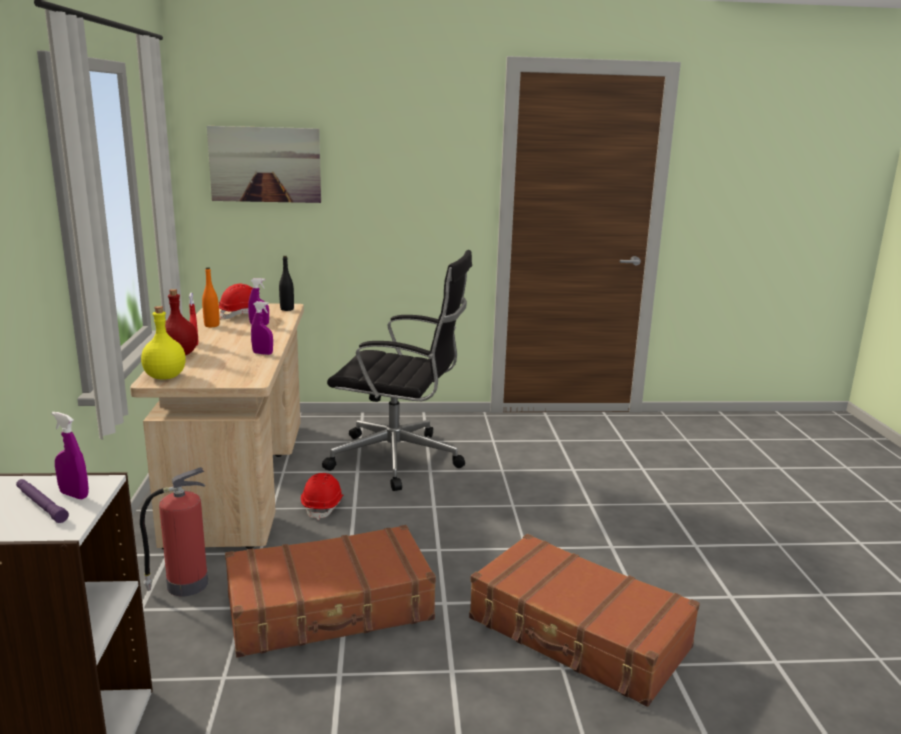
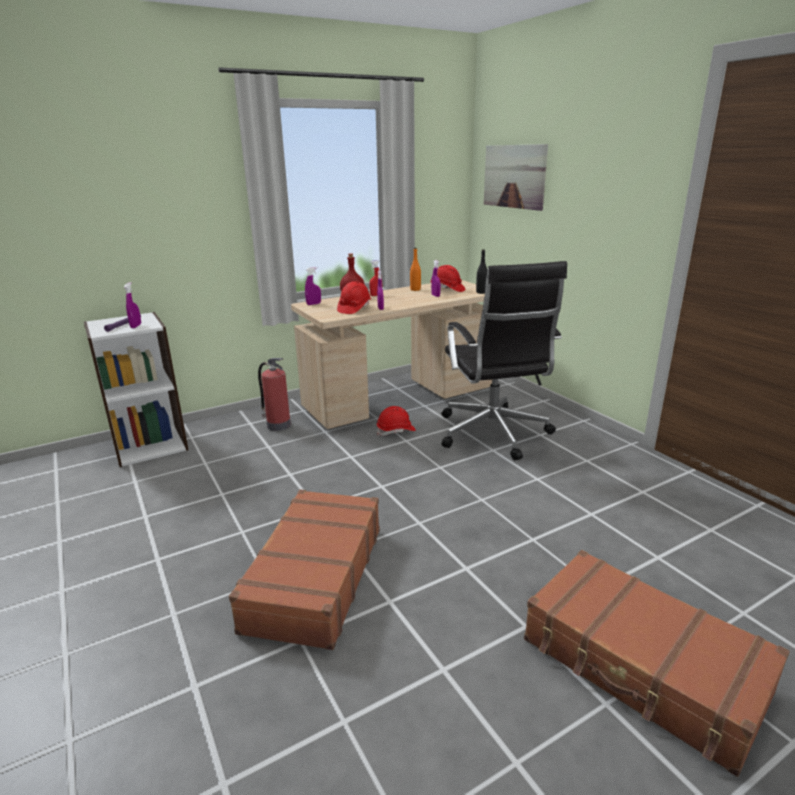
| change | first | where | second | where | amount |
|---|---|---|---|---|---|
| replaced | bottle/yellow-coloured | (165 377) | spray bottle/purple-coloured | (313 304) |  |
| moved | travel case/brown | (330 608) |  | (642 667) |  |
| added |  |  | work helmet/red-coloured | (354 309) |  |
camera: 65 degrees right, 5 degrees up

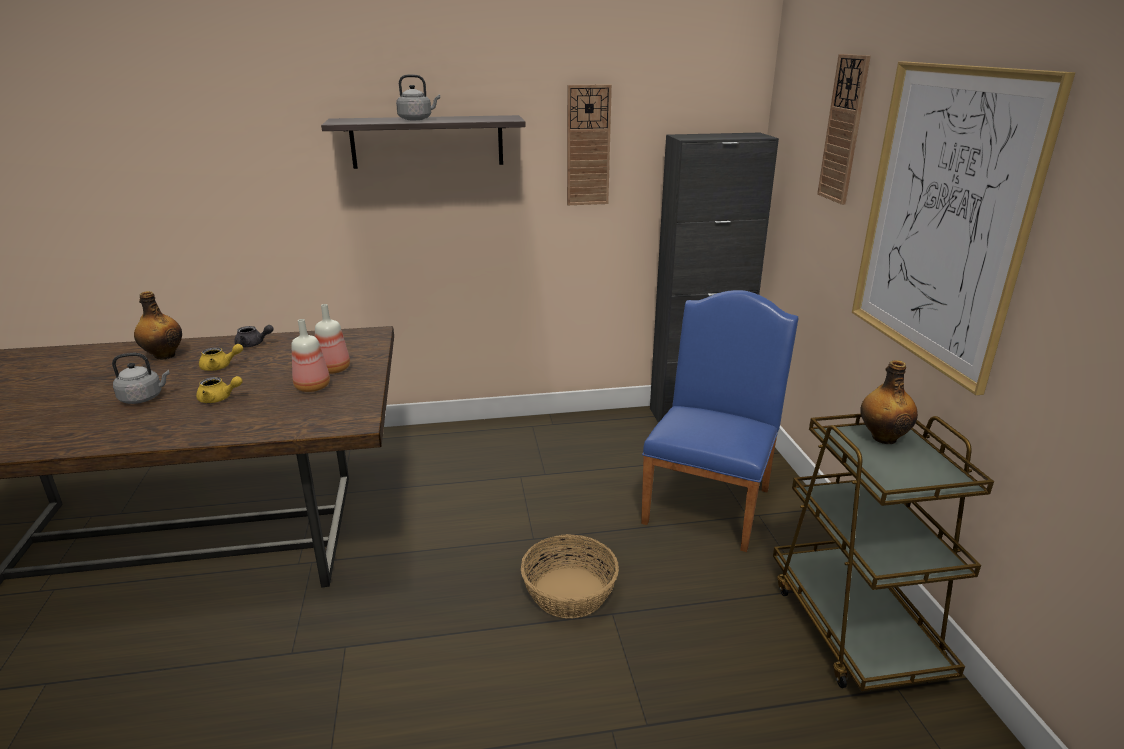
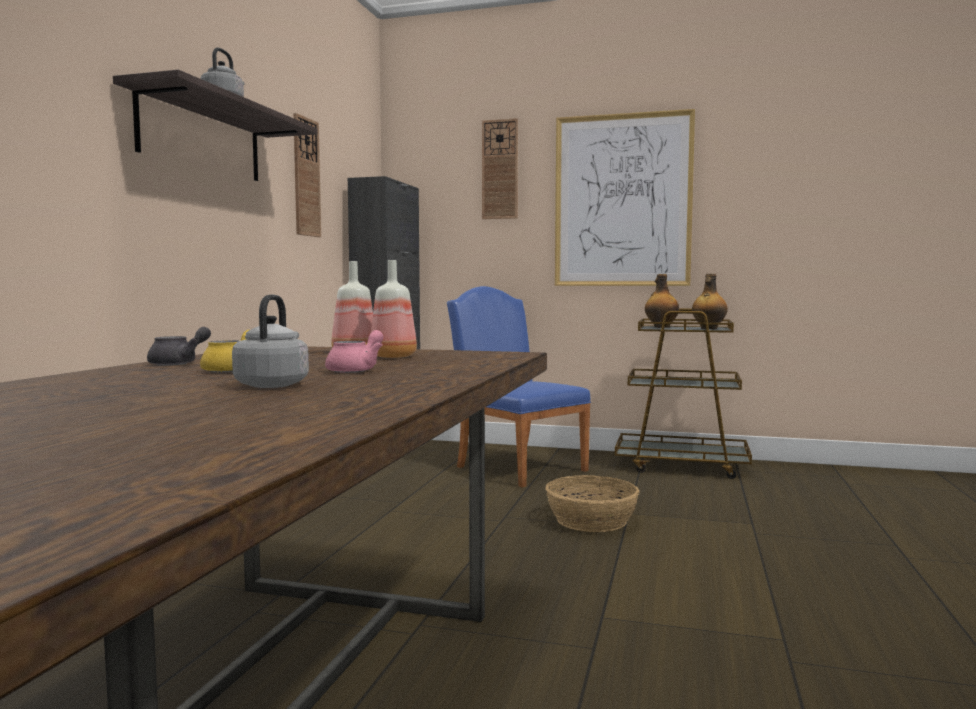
| change | first | where | second | where | amount |
|---|---|---|---|---|---|
| moved | bottle | (164 355) |  | (708 328) |  |
| recoloured | pot for tea/yellow-coloured | (219 399) | pot for tea/pink-coloured | (357 370) |  |
camera: 65 degrees left, 20 degrees down

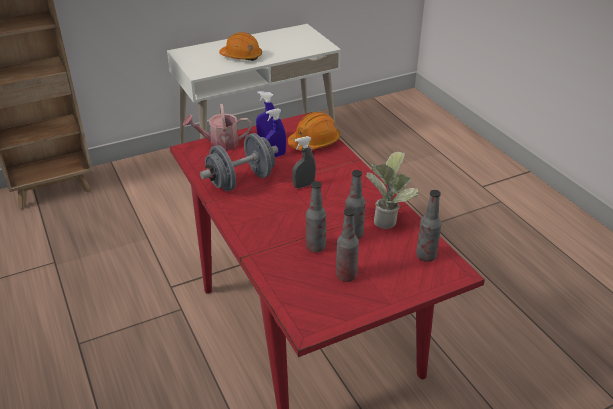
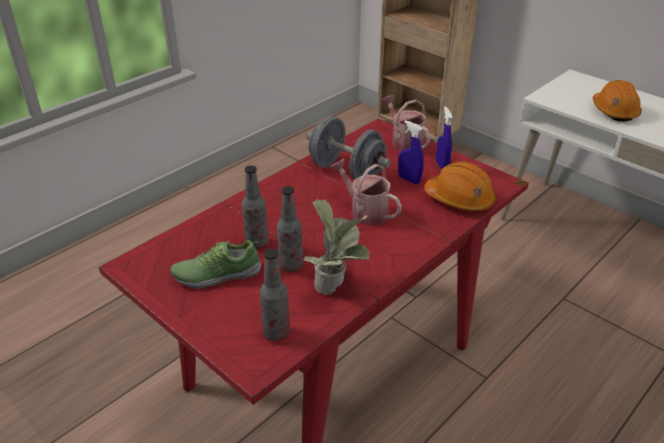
| change | first | where | second | where | amount |
|---|---|---|---|---|---|
| replaced | spray bottle/gray | (304 185) | sprinkling can | (365 211) |  |
| replaced | bottle | (346 276) | shoe | (217 274) |  |
camera: 70 degrees right, 0 degrees up

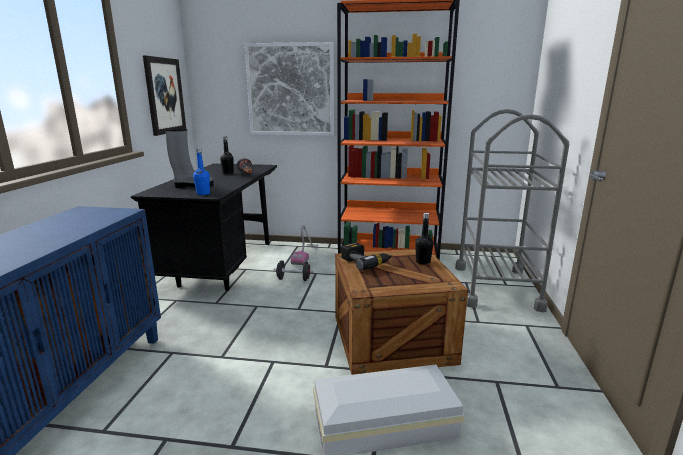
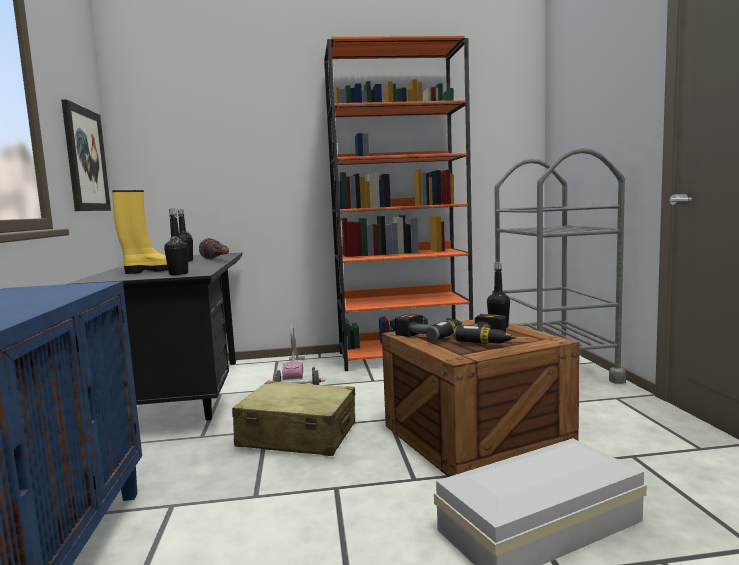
| change | first | where | second | where | amount |
|---|---|---|---|---|---|
| removed | wall picture | (290 90) |  |  |  |
| recoloured | high-top boot/gray | (193 186) | high-top boot/yellow-coloured | (151 271) |  |
| recoloured | bottle/bluish | (203 193) | bottle/blackish | (178 274) |  |
| added |  |  | power drill | (491 340) |  |
| added |  |  | travel case/sand-coloured | (298 435) |  |
camera: 15 degrees left, 10 degrees down

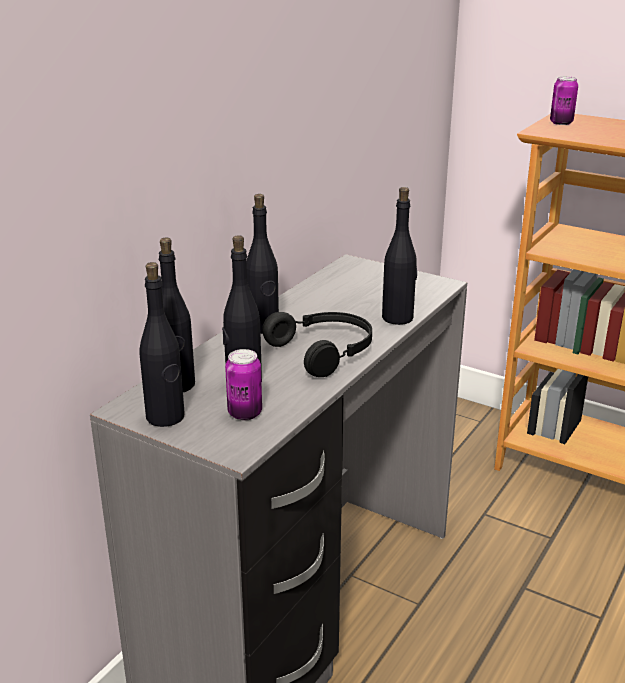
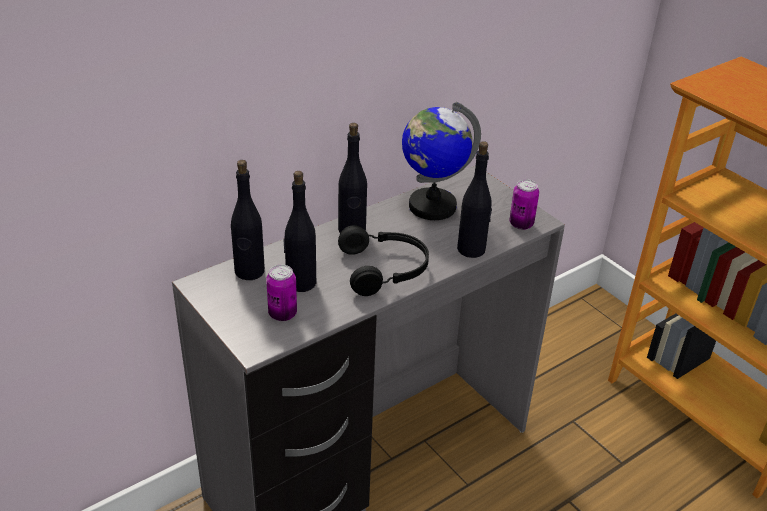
| change | first | where | second | where | amount |
|---|---|---|---|---|---|
| moved | metal can | (561 123) |  | (521 224) |  |
| removed | bottle/blackish | (165 417) |  |  |  |
| added |  |  | globe | (431 206) |  |
camera: 20 degrees right, 10 degrees up

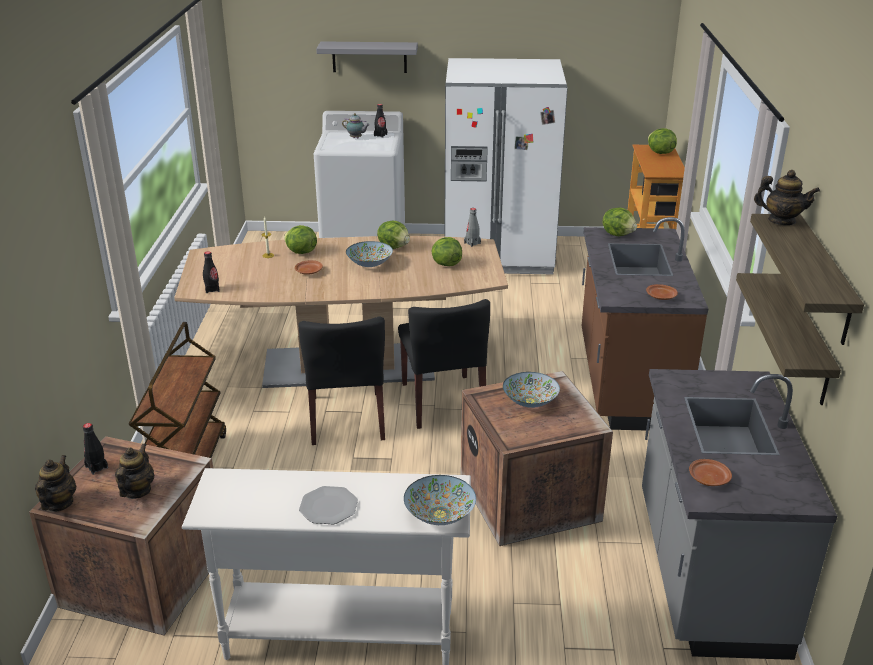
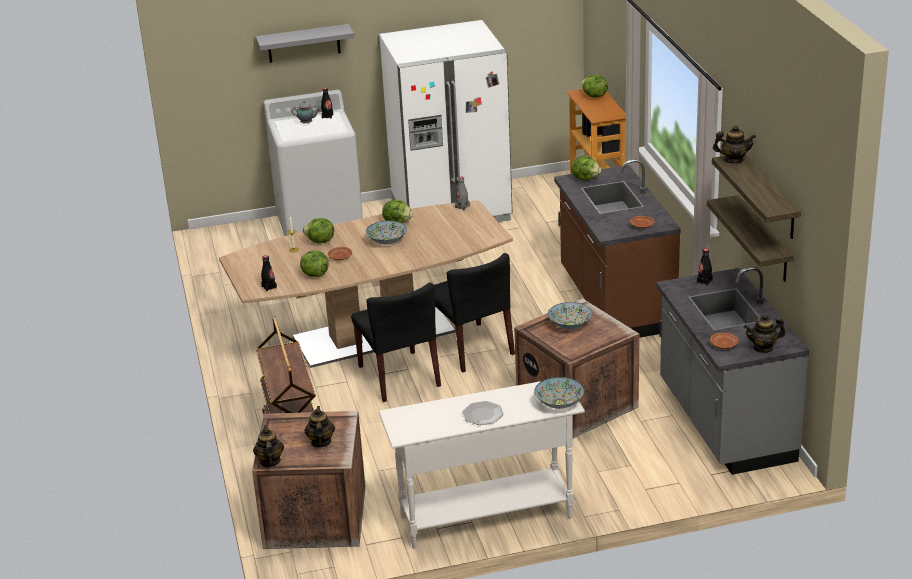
| change | first | where | second | where | amount |
|---|---|---|---|---|---|
| moved | lettuce head | (445 264) |  | (314 274) |  |
| moved | bottle/blackish | (96 467) |  | (704 282) |  |
| added |  |  | pot for tea | (763 348) |  |
camera: 15 degrees left, 0 degrees up

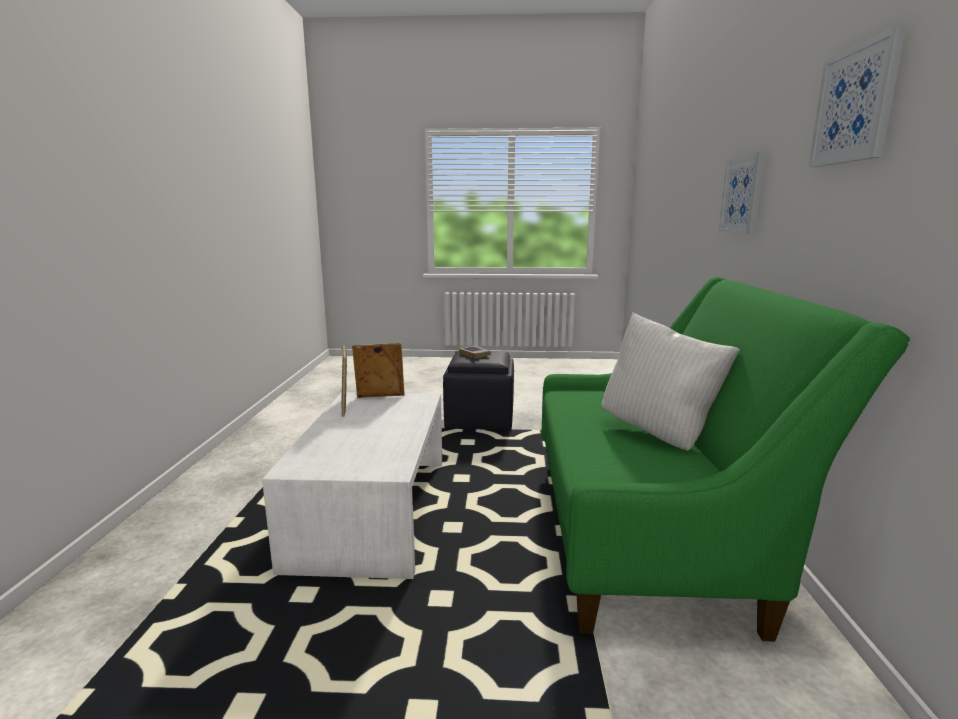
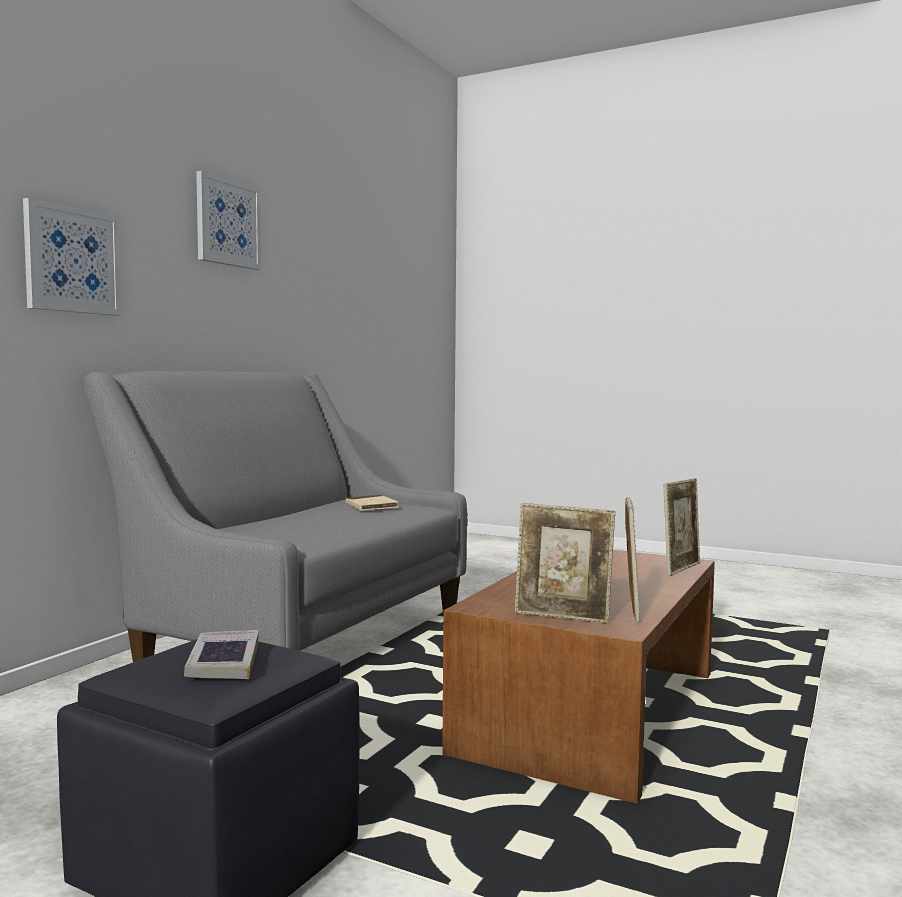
| change | first | where | second | where | amount |
|---|---|---|---|---|---|
| recoloured | sofa/greenish | (651 533) | sofa/gray | (298 637) |  |
| removed | throw pillow/white-coloured | (659 433) |  |  |  |
| recoloured | lounge table/white-coloured | (374 509) | lounge table/brown | (590 711) |  |
| added |  |  | picture frame | (681 569) |  |
| added |  |  | volume/sand-coloured | (371 507) |  |
camera: 155 degrees left, 10 degrees down

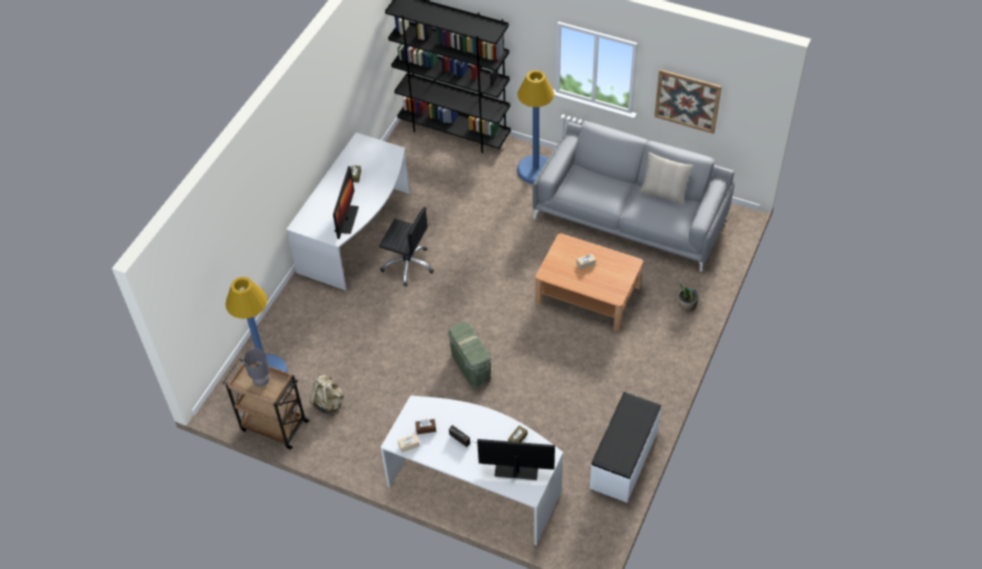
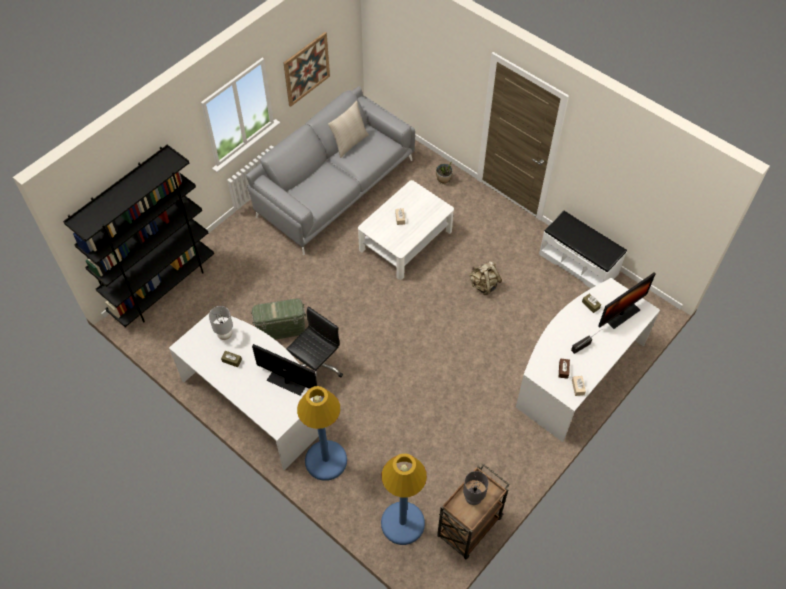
| change | first | where | second | where | amount |
|---|---|---|---|---|---|
| moved | standard lamp/bluish | (536 170) |  | (326 460) |  |
| recoloured | lounge table/brown | (588 294) | lounge table/white-coloured | (405 240) |  |
| moved | storage box/greenish | (470 366) |  | (281 329) |  |
| moved | backpack/sand-coloured | (329 403) |  | (484 285) |  |
| turned | monitor | (516 469) |  | (621 314) | 150 degrees counterclockwise |
| added |  |  | table lamp/gray | (225 335) |  |
camera: 75 degrees left, 5 degrees up

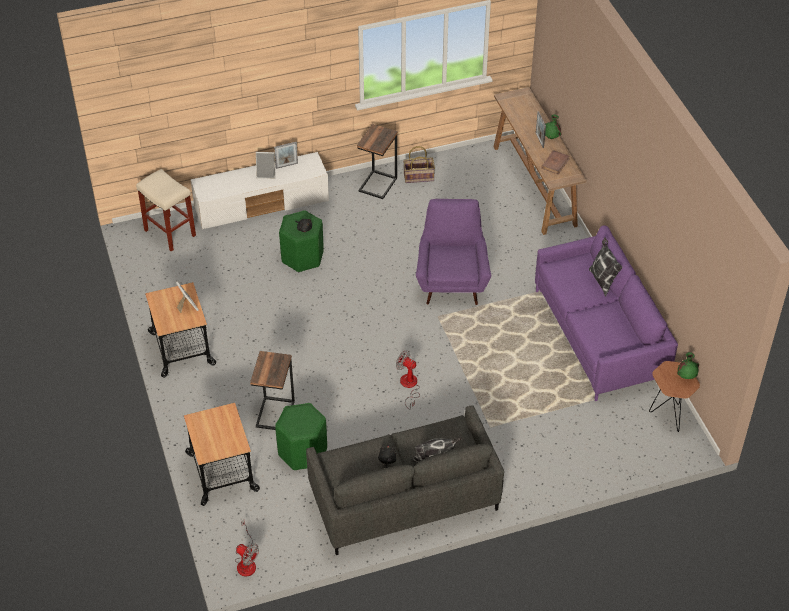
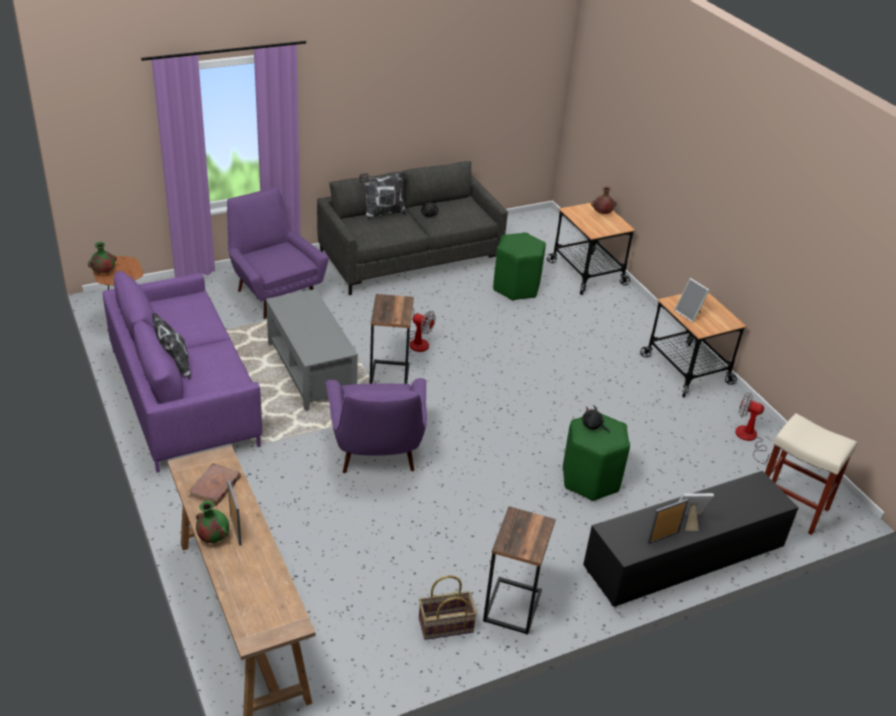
| change | first | where | second | where | amount |
|---|---|---|---|---|---|
| recoloured | tv stand/white-coloured | (262 204) | tv stand/blackish | (683 559) |  |
| moved | accent table | (276 414) |  | (388 377) |  |
| moved | electric fan | (246 561) |  | (749 439) |  |
| added |  |  | vase/brown | (601 213) |  |
| added |  |  | lounge chair/purple-coloured | (274 293) |  |
| added |  |  | lounge table/gray | (311 370) |  |
camera: 170 degrees right, 10 degrees down

